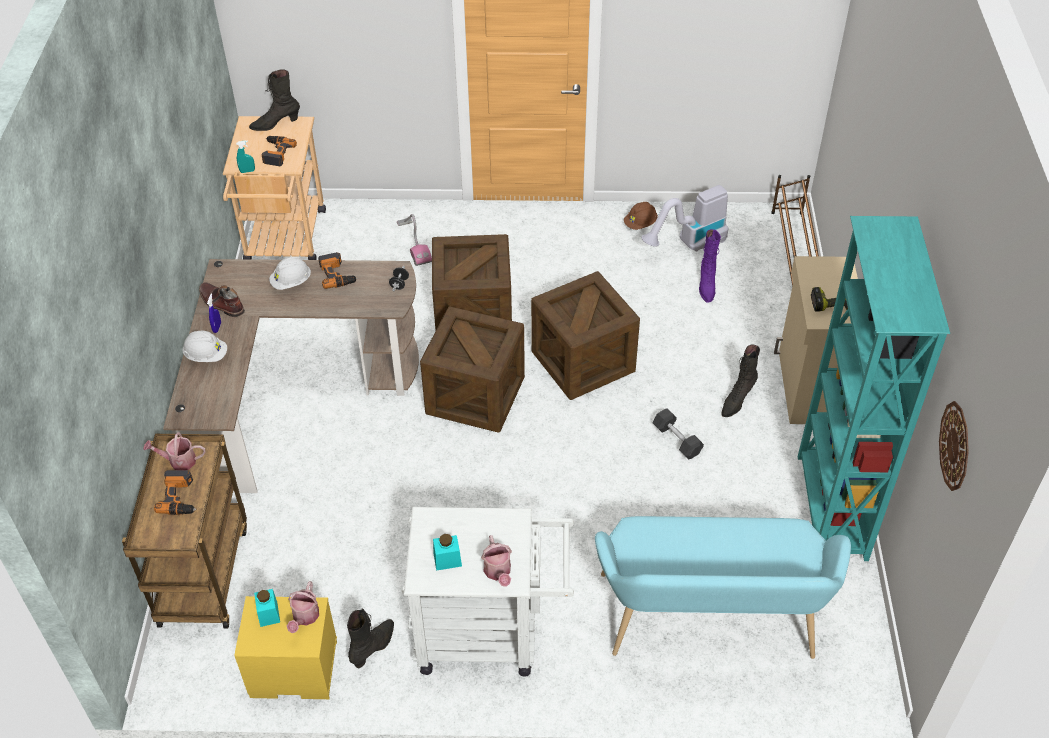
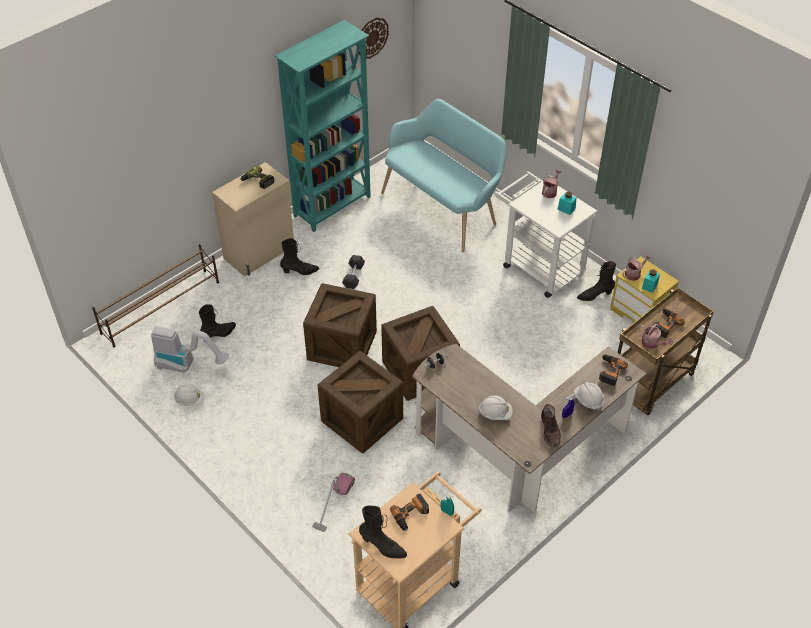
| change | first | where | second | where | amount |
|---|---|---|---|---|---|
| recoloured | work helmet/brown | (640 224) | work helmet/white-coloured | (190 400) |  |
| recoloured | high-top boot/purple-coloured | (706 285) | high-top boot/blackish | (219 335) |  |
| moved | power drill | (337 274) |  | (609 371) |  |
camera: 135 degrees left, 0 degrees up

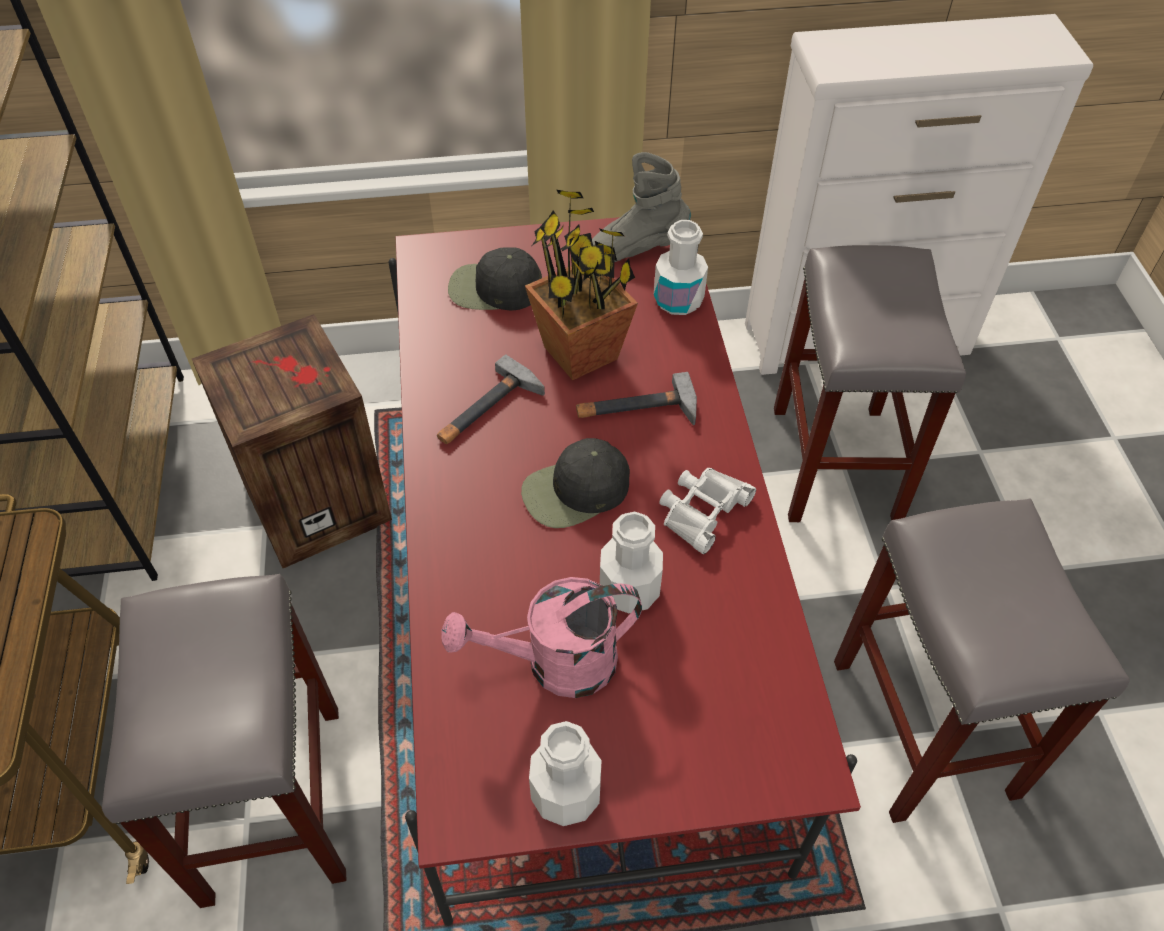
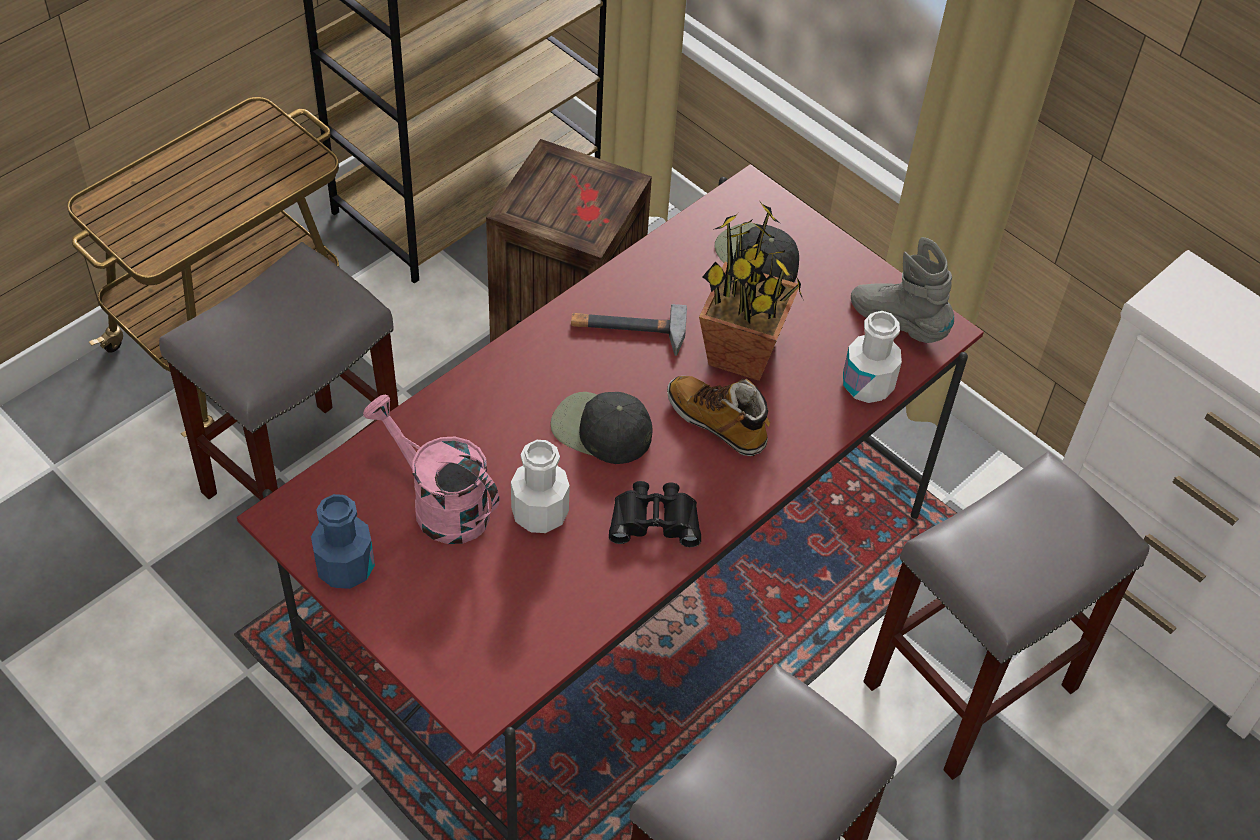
| change | first | where | second | where | amount |
|---|---|---|---|---|---|
| replaced | tool hammer | (636 410) | high-top boot | (717 423) |  |
| recoloured | binoculars/white-coloured | (701 510) | binoculars/blackish | (654 519) |  |
| recoloured | bottle/white-coloured | (566 793) | bottle/bluish | (345 567) |  |
camera: 50 degrees right, 0 degrees up

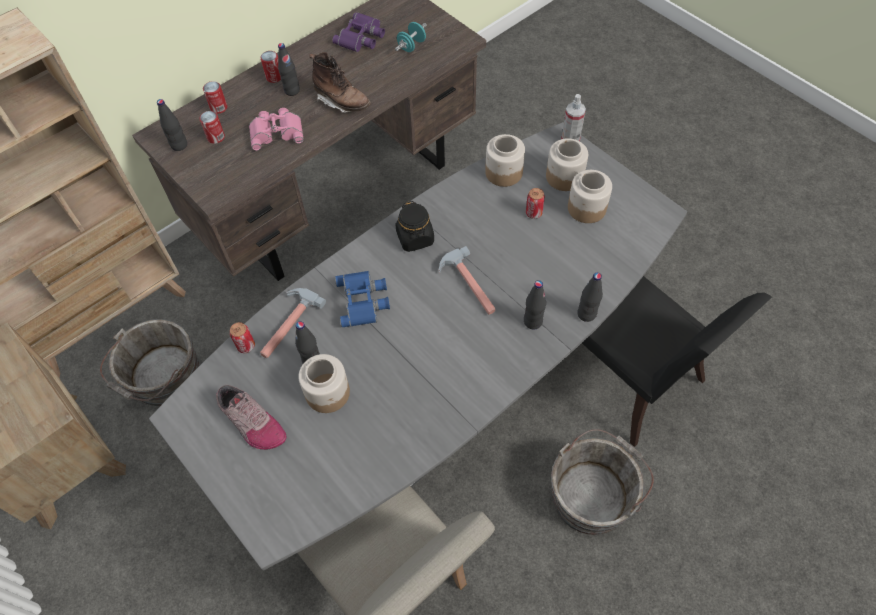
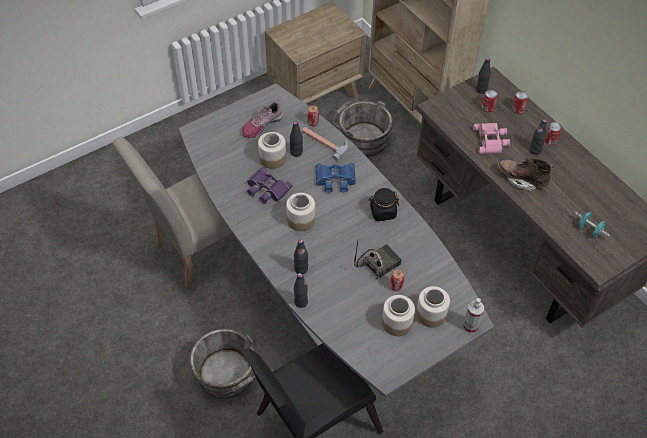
| change | first | where | second | where | amount |
|---|---|---|---|---|---|
| moved | binoculars/purple-coloured | (361 37) |  | (266 189) |  |
| turned | high-top boot/brown | (342 102) |  | (521 179) | 75 degrees clockwise |
| moved | storage jar | (503 172) |  | (301 219) |  |
| removed | tool hammer | (468 285) |  |  |  |
| added |  |  | radio set | (378 263) |  |
camera: 95 degrees right, 5 degrees down

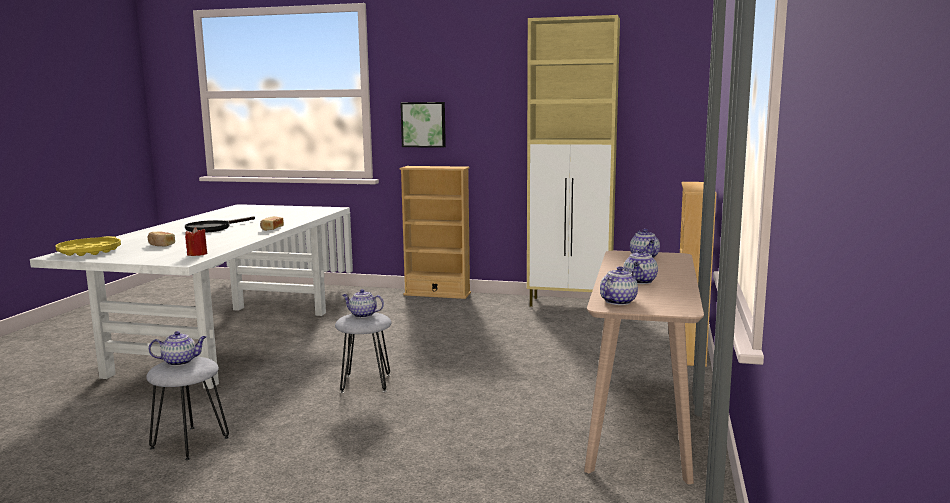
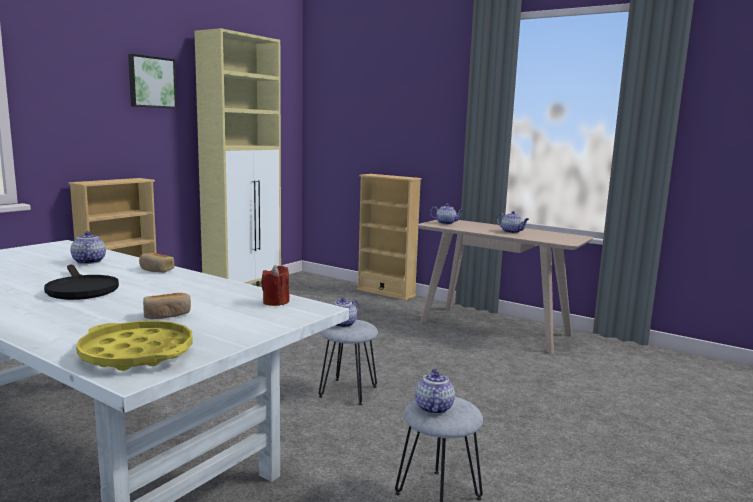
| change | first | where | second | where | amount |
|---|---|---|---|---|---|
| moved | wall picture | (423 124) |  | (151 82) |  |
| moved | pot for tea | (618 301) |  | (88 261) |  |
camera: 70 degrees left, 0 degrees up

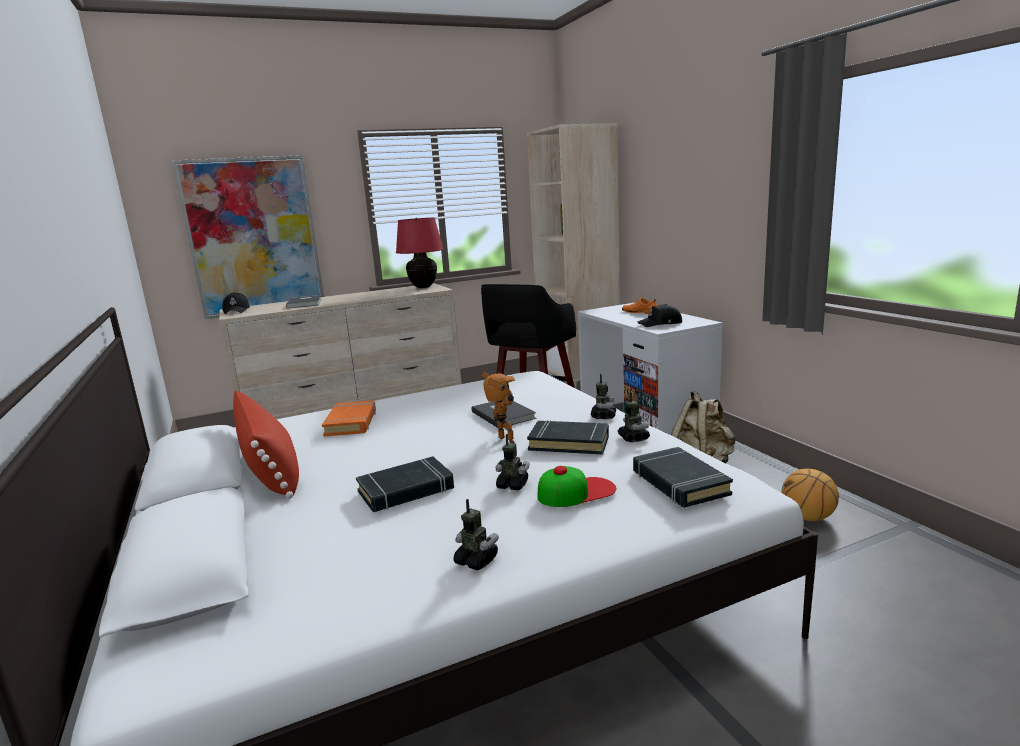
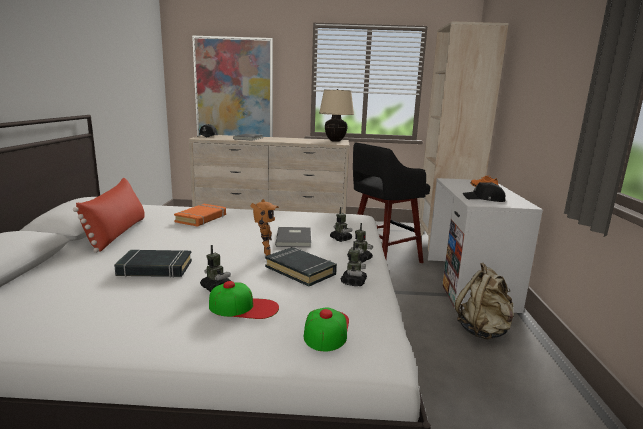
| change | first | where | second | where | amount |
|---|---|---|---|---|---|
| recoloured | table lamp/red-coloured | (423 287) | table lamp/sand-coloured | (335 141) |  |
| replaced | volume/blackish | (679 483) | peaked cap | (326 329) |  |
| removed | basketball | (807 518) |  |  |  |
| moved | toy robot | (476 560) |  | (340 239) |  |
camera: 25 degrees right, 0 degrees up

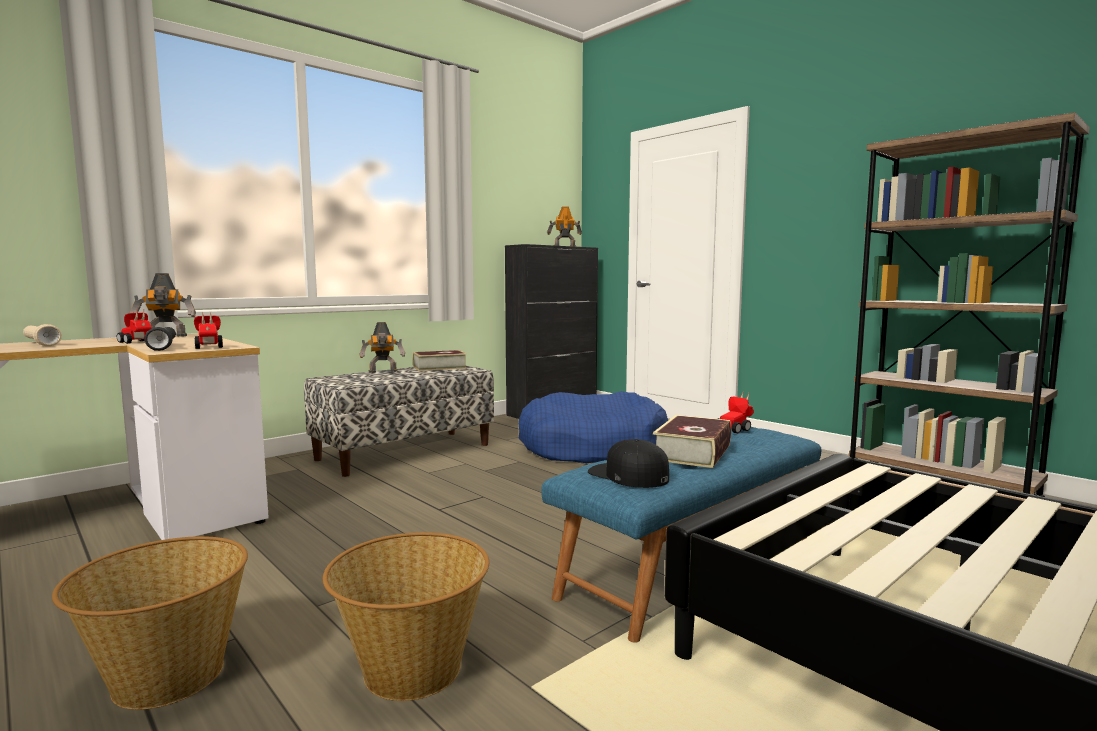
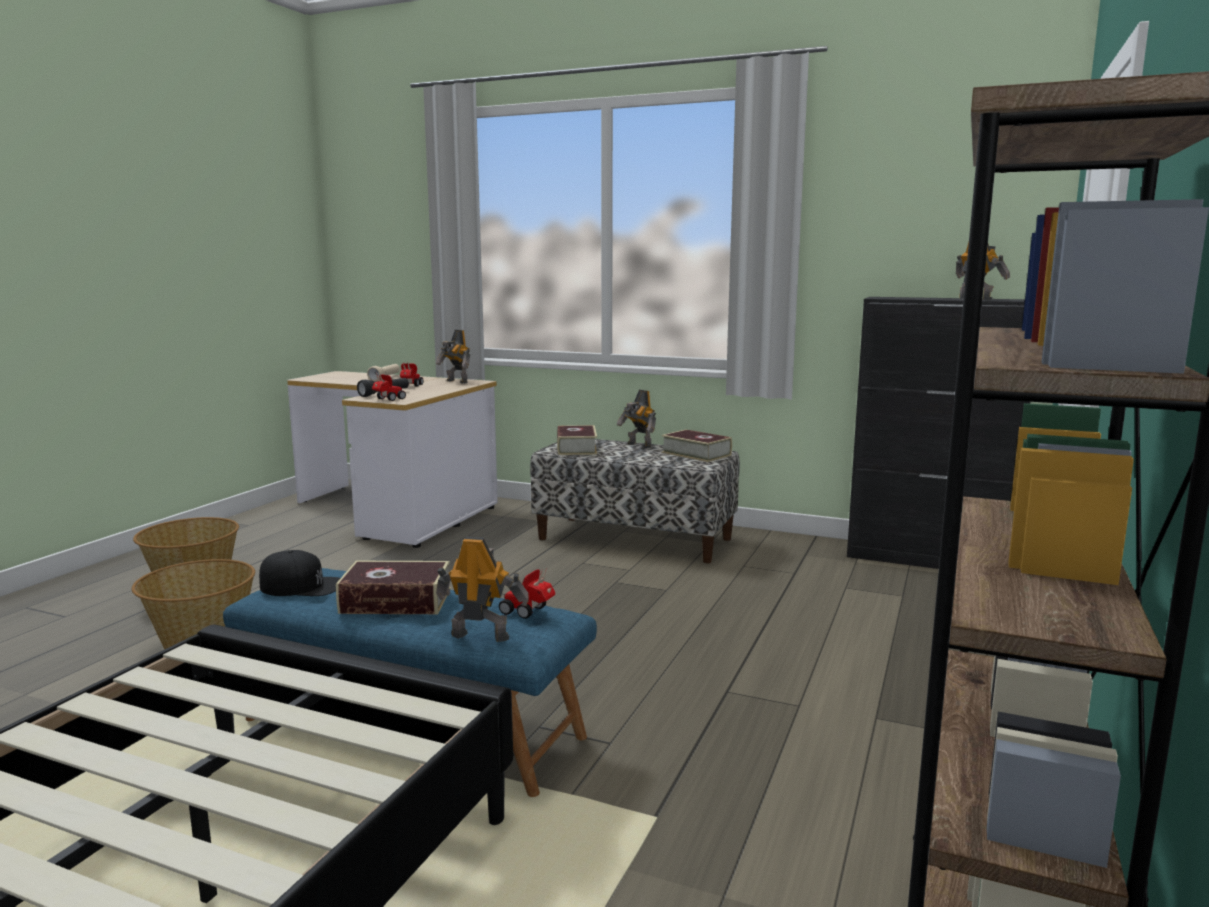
| change | first | where | second | where | amount |
|---|---|---|---|---|---|
| removed | pet bed/bluish | (592 447) |  |  |  |
| turned | peaked cap/blackish | (628 475) |  | (302 585) | 75 degrees clockwise |
| added |  |  | volume | (576 448) |  |
| added |  |  | toy robot | (480 635) |  |
camera: 65 degrees right, 5 degrees up

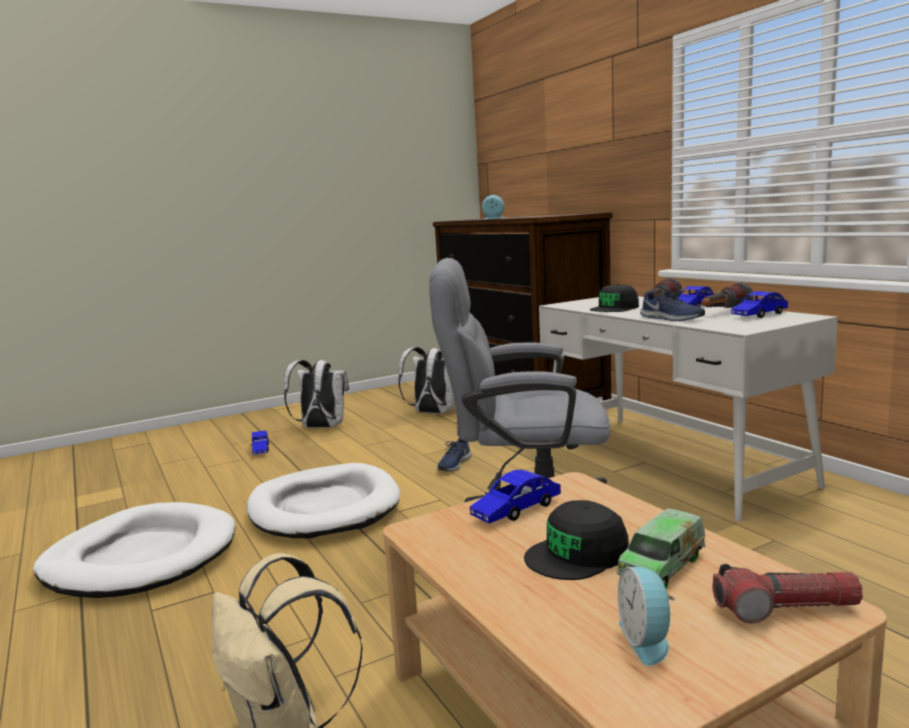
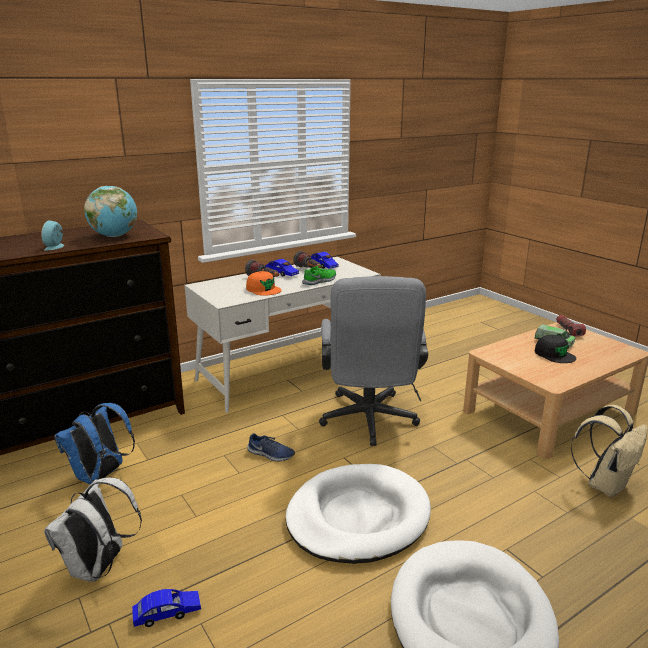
| change | first | where | second | where | amount |
|---|---|---|---|---|---|
| recoloured | peaked cap/blackish | (615 308) | peaked cap/orange | (263 289) |  |
| recoloured | shoe/bluish | (671 318) | shoe/greenish | (320 281) |  |
| recoloured | backpack/white-coloured | (432 413) | backpack/bluish | (101 476) |  |
| removed | toy car/bluish | (516 510) |  |  |  |
| removed | bedside clock | (646 640) |  |  |  |
| added |  |  | globe | (114 236) |  |
camera: 95 degrees left, 10 degrees up

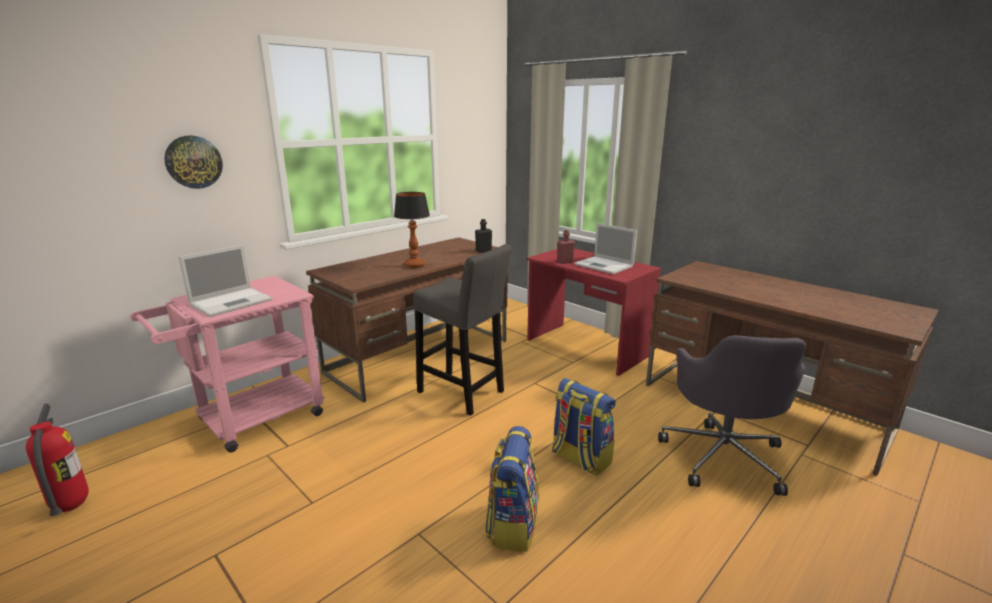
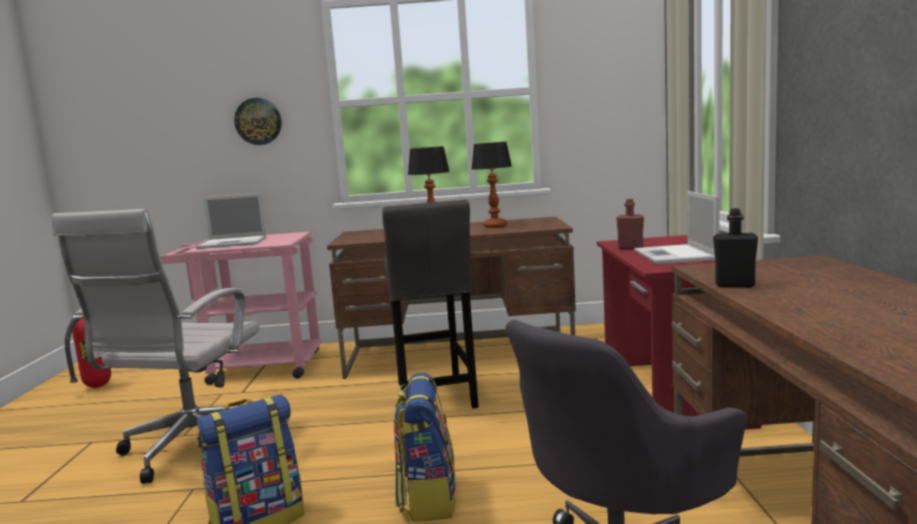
| change | first | where | second | where | amount |
|---|---|---|---|---|---|
| moved | bottle/blackish | (483 251) |  | (734 285) |  |
| added |  |  | table lamp | (495 226) |  |
| added |  |  | computer chair/white-coloured | (189 450) |  |
camera: 45 degrees right, 10 degrees down

